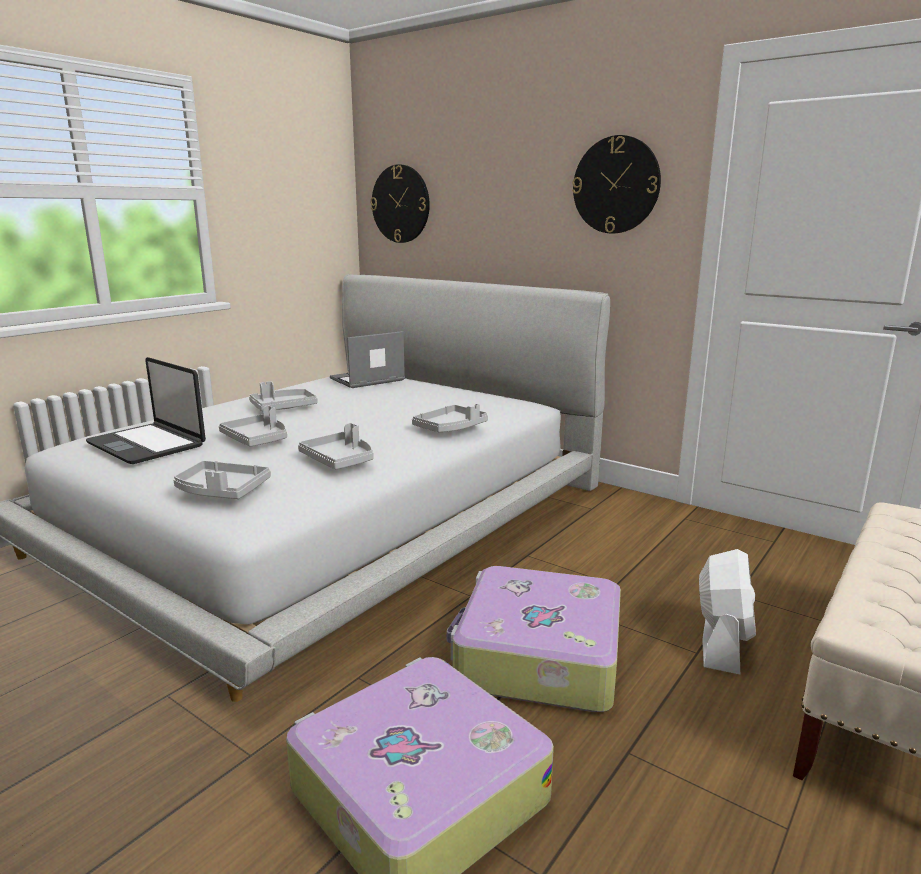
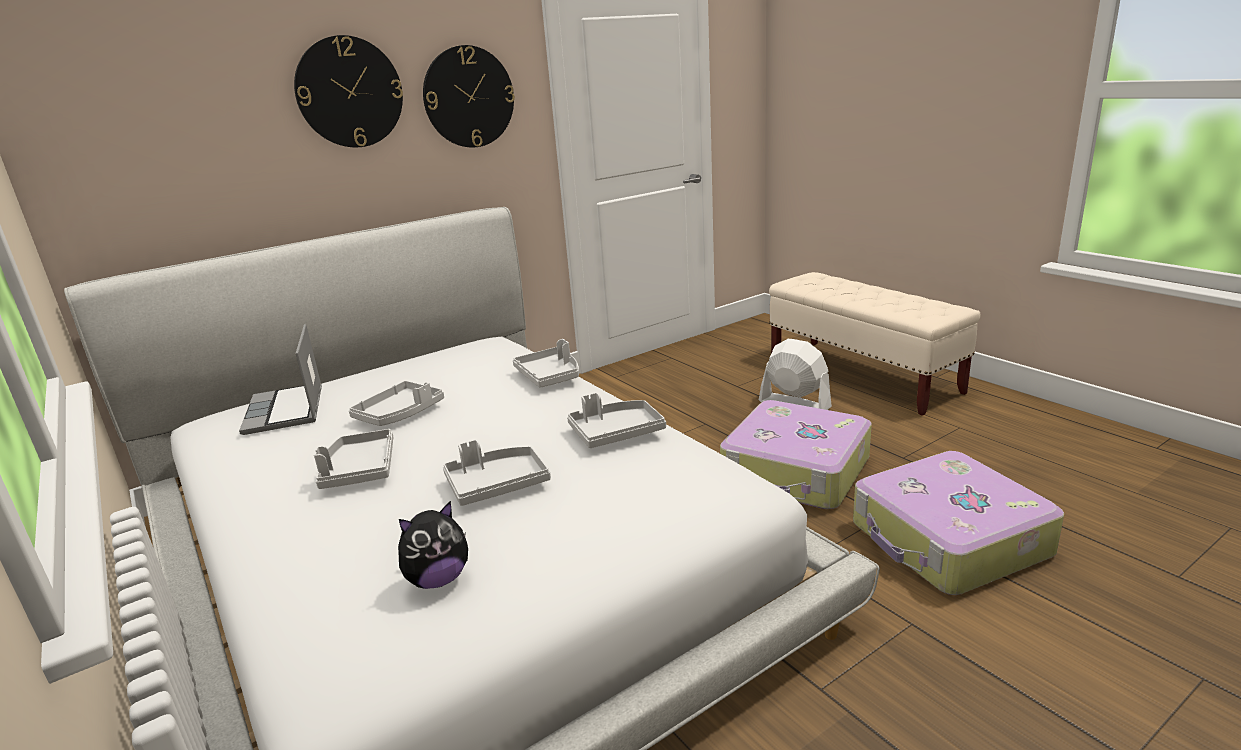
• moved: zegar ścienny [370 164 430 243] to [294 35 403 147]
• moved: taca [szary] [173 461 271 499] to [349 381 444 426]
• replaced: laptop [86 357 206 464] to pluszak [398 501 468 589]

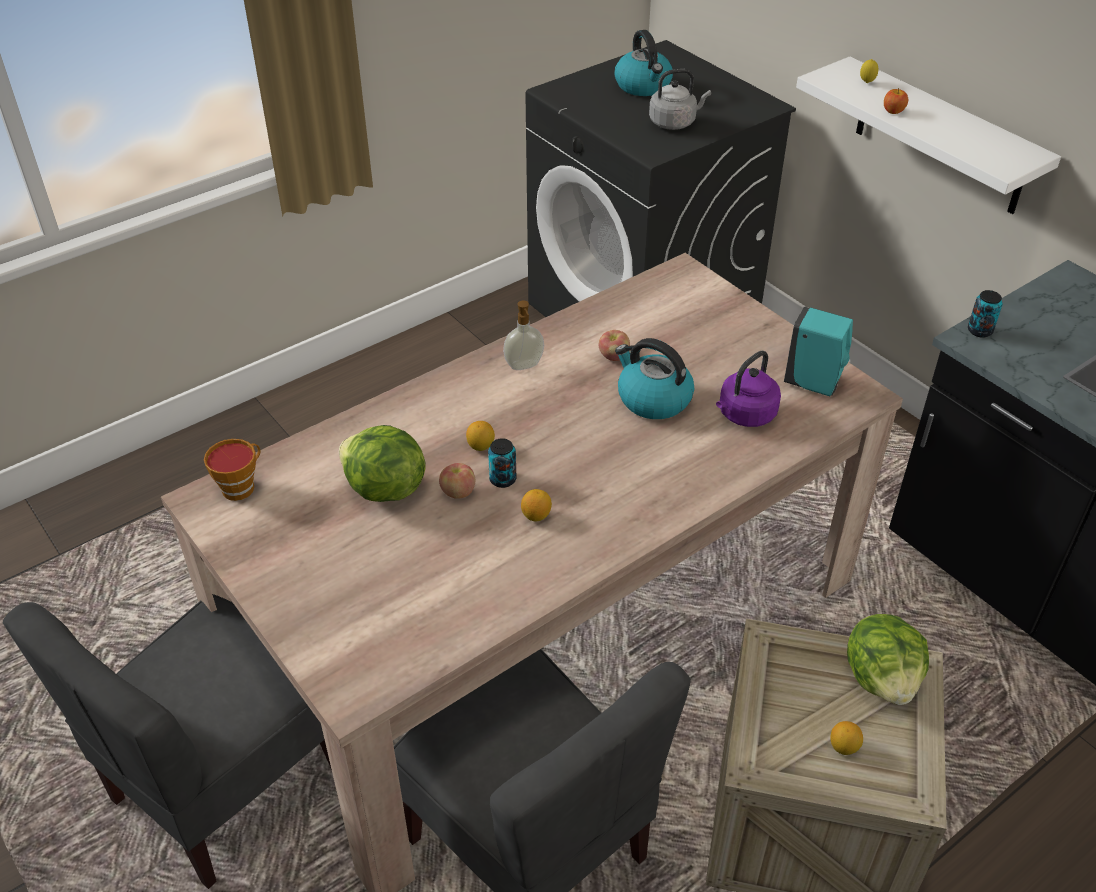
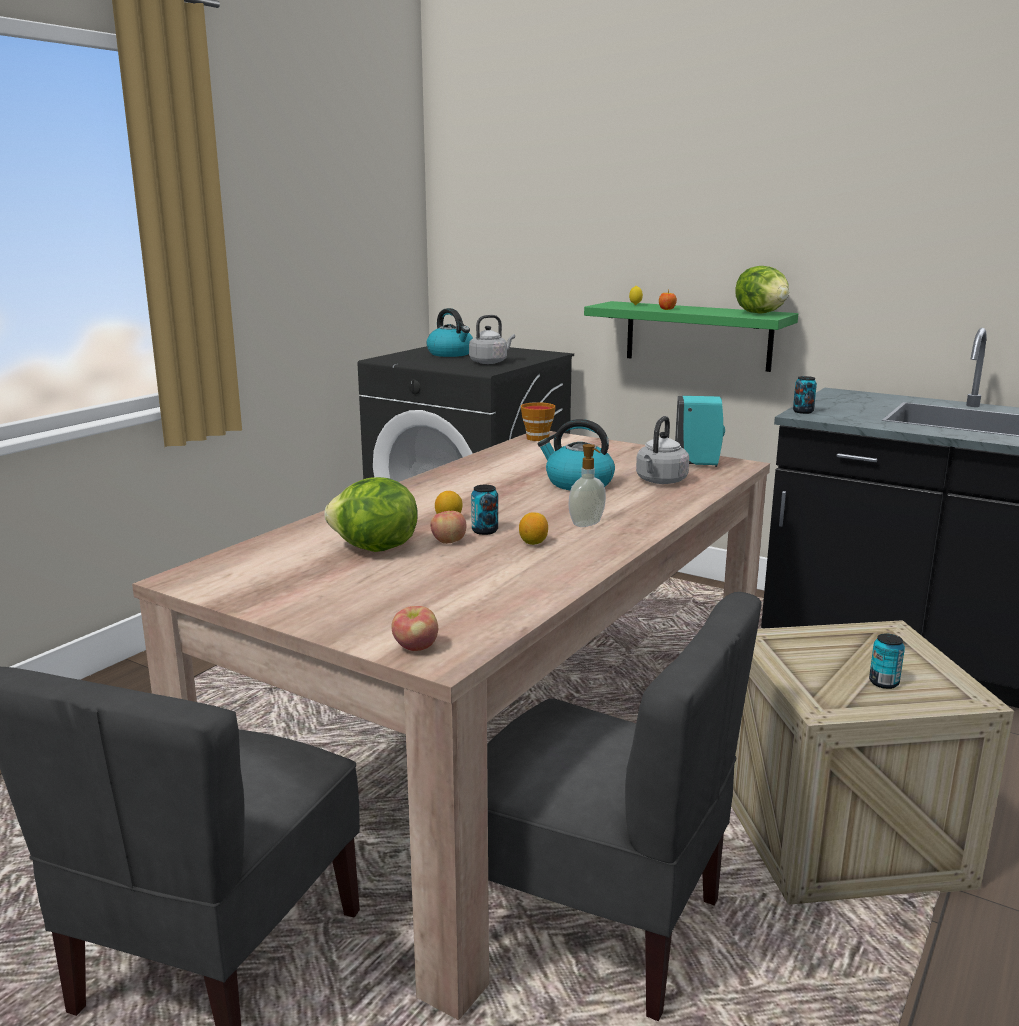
• moved: jabłko [599 330 630 361] to [391 606 438 651]
• moved: filiżanka [204 439 261 501] to [521 402 556 441]
• moved: dozownik mydła [503 300 544 370] to [568 444 606 527]
• recoloured: półka [biały] [796 56 1061 214] to półka [zielony] [584 301 798 372]
• recoloured: czajnik [fioletowy] [716 350 781 427] to czajnik [szary] [636 416 689 484]
• moved: sałata [847 614 929 705] to [735 266 789 313]
• replaced: cytryna [830 721 863 755] to puszka [869 633 905 689]

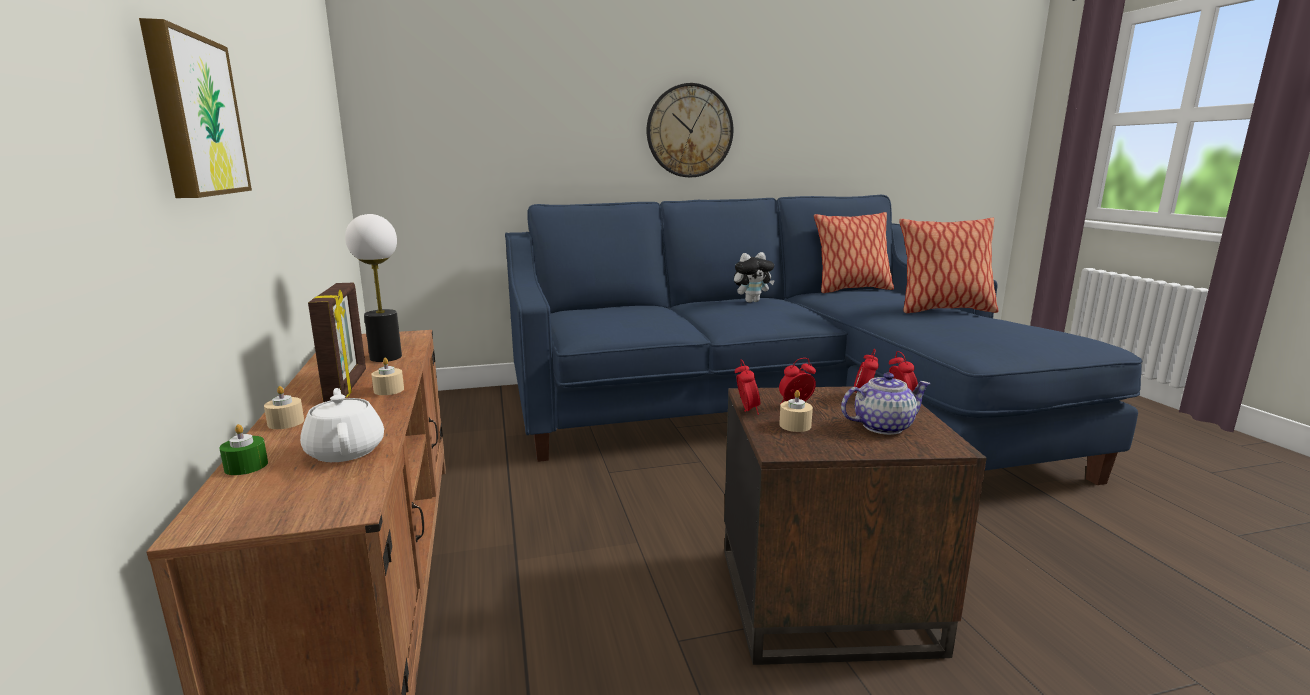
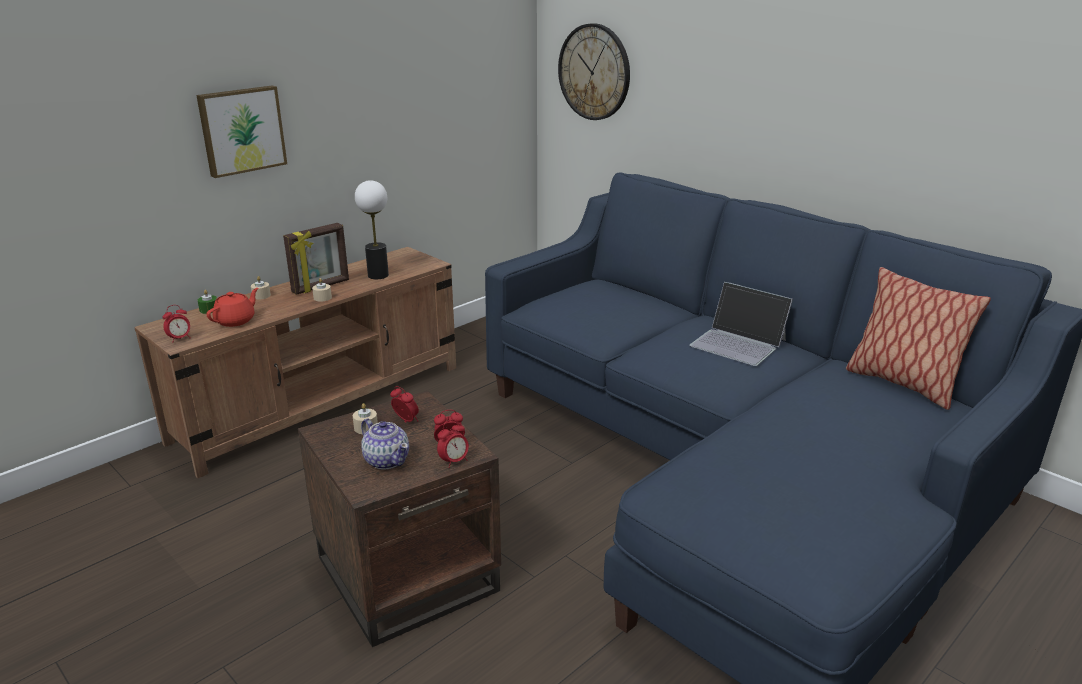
• moved: budzik [735 359 760 415] to [162 305 190 343]
• recoloured: imbryk [biały] [300 388 384 462] to imbryk [czerwony] [206 288 258 327]
• moved: zegar ścienny [647 83 734 178] to [558 23 630 120]
• replaced: pluszak [734 252 775 303] to laptop [689 282 793 366]
• removed: poduszka [899 218 999 313]

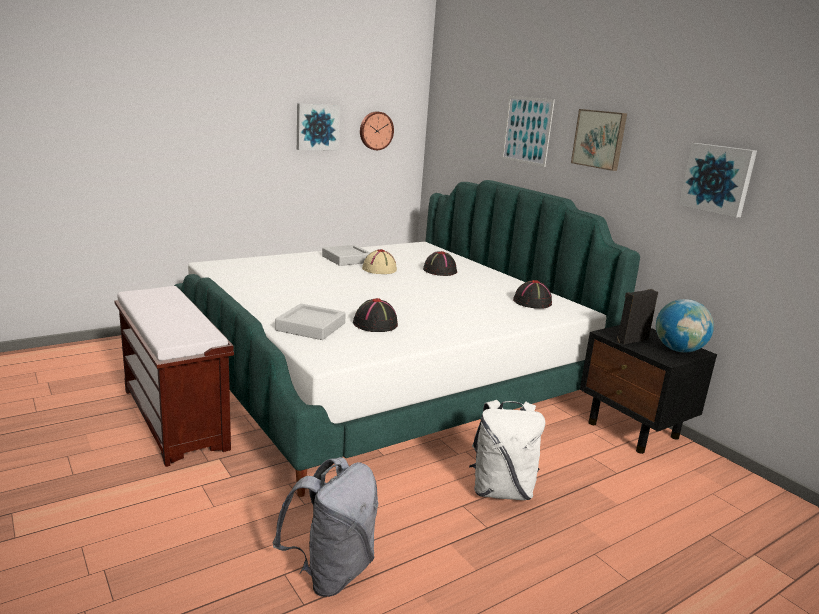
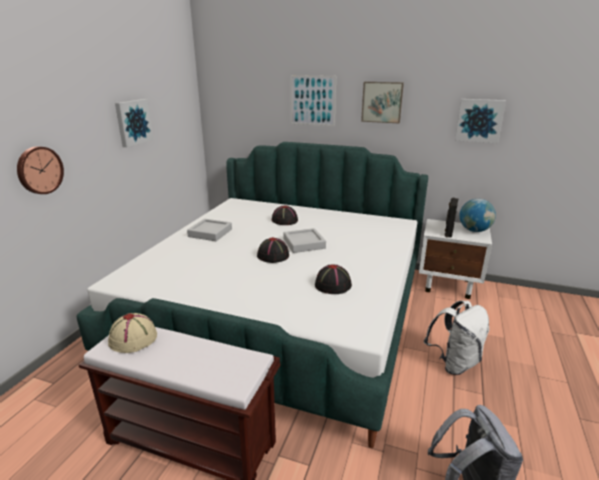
• moved: zegar ścienny [360 112 394 150] to [17 146 64 194]
• moved: kapelusz [beżowy] [362 249 397 274] to [108 313 157 353]
• moved: kapelusz [czarny] [513 280 552 309] to [257 237 289 263]
• moved: taca [szary] [275 304 346 340] to [284 228 326 253]
• recoloured: szafka nocna [czarny] [580 325 717 454] to szafka nocna [biały] [419 219 492 299]

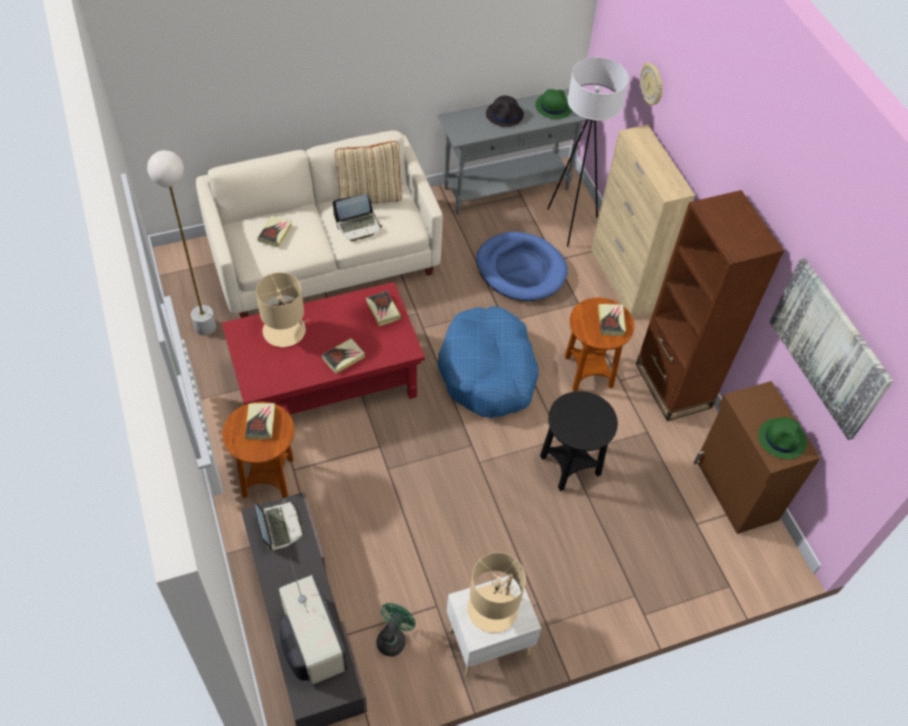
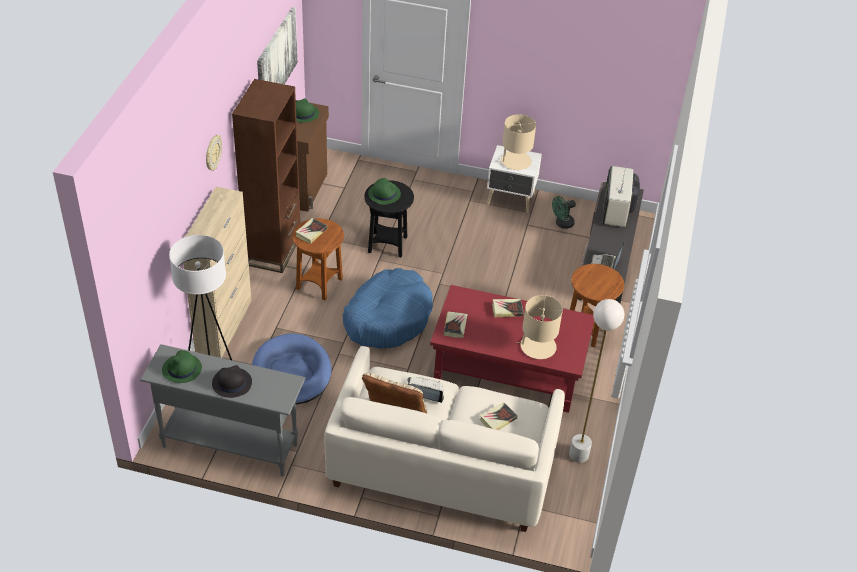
• moved: zegar ścienny [640 62 663 105] to [206 135 222 171]
• added: kapelusz [zielony] [368 178 401 205]
• removed: książka [245 403 275 439]

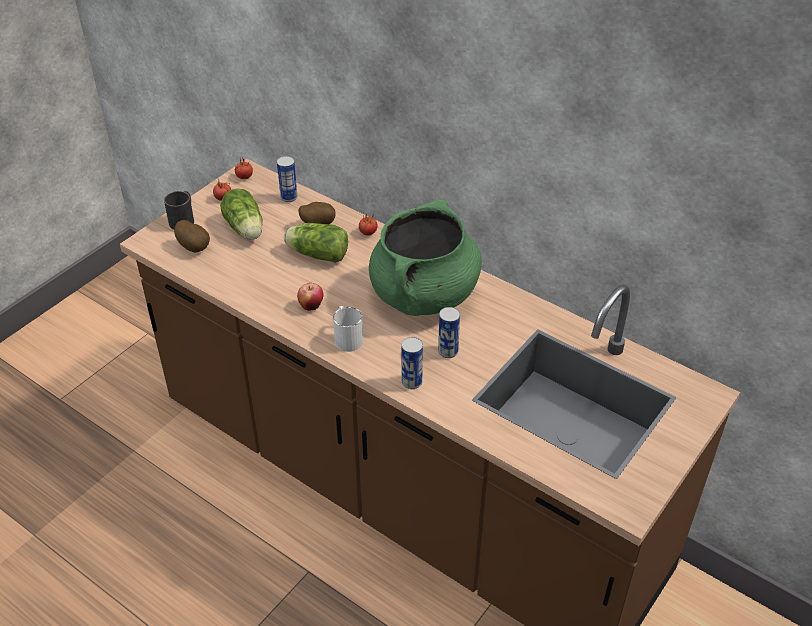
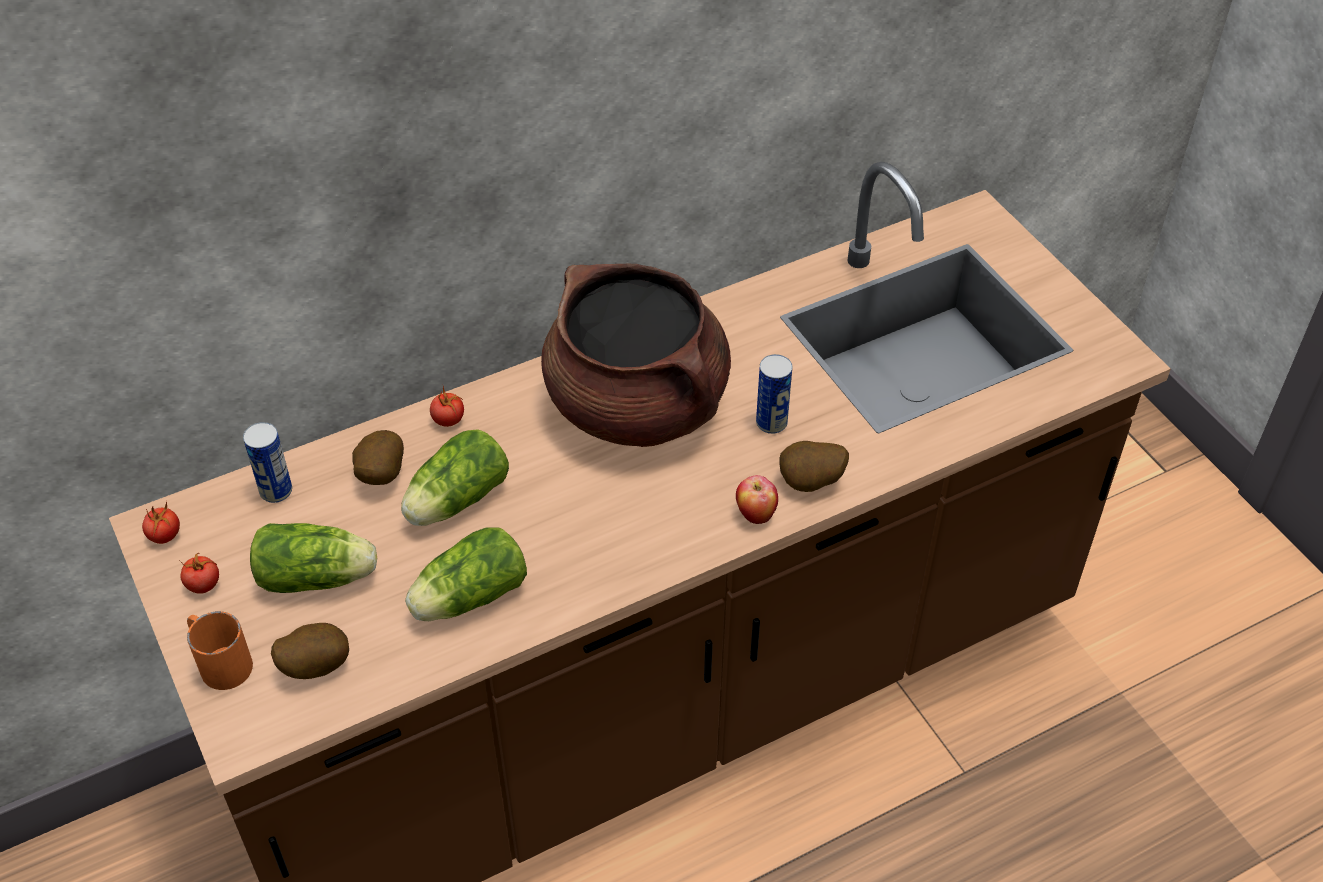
• recoloured: kubek [czarny] [164 191 194 230] to kubek [pomarańczowy] [187 611 253 690]
• added: sałata [405 527 527 621]
• recoloured: garnek [zielony] [369 199 482 316] to garnek [brązowy] [541 264 731 447]
• moved: jabłko [297 283 323 311] to [736 475 778 524]
• replaced: puszka [401 337 423 389] to ziemniak [779 441 849 492]
• removed: kubek [biały] [333 306 363 352]

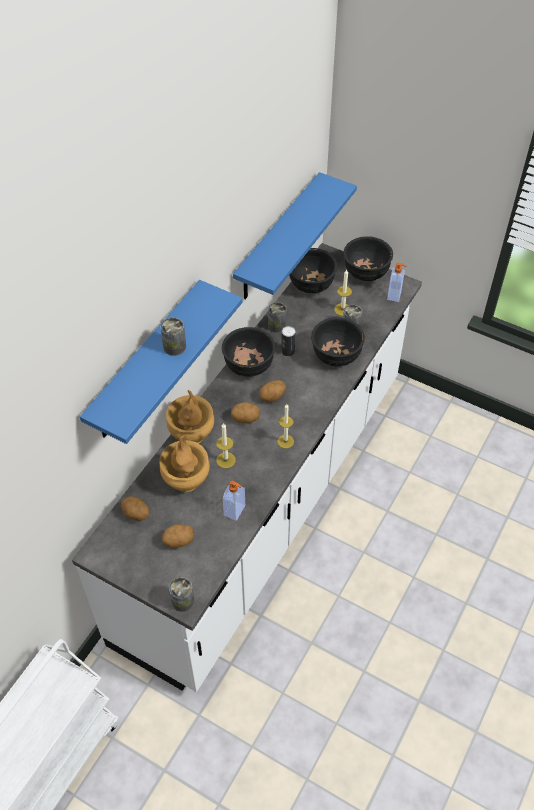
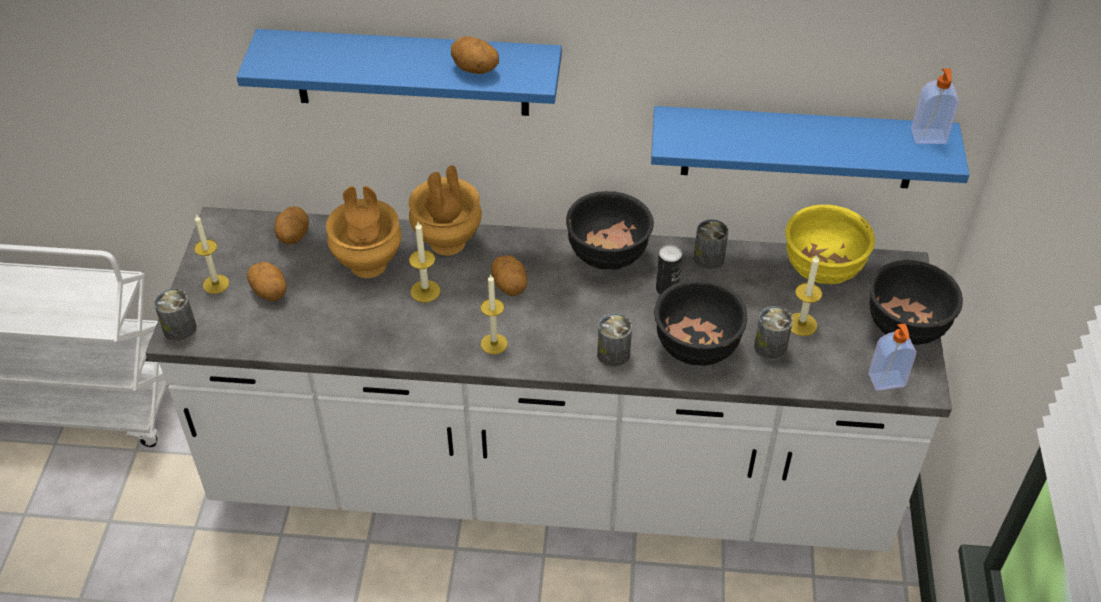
• added: świeca [194 214 229 294]
• moved: ziemniak [259 380 286 402] to [451 36 499 74]
• moved: puszka [161 318 186 356] to [597 314 632 368]
• recoloured: miska [czarny] [289 248 337 293] to miska [żółty] [785 205 875 284]
• moved: dozownik mydła [223 480 245 521] to [911 69 959 144]

